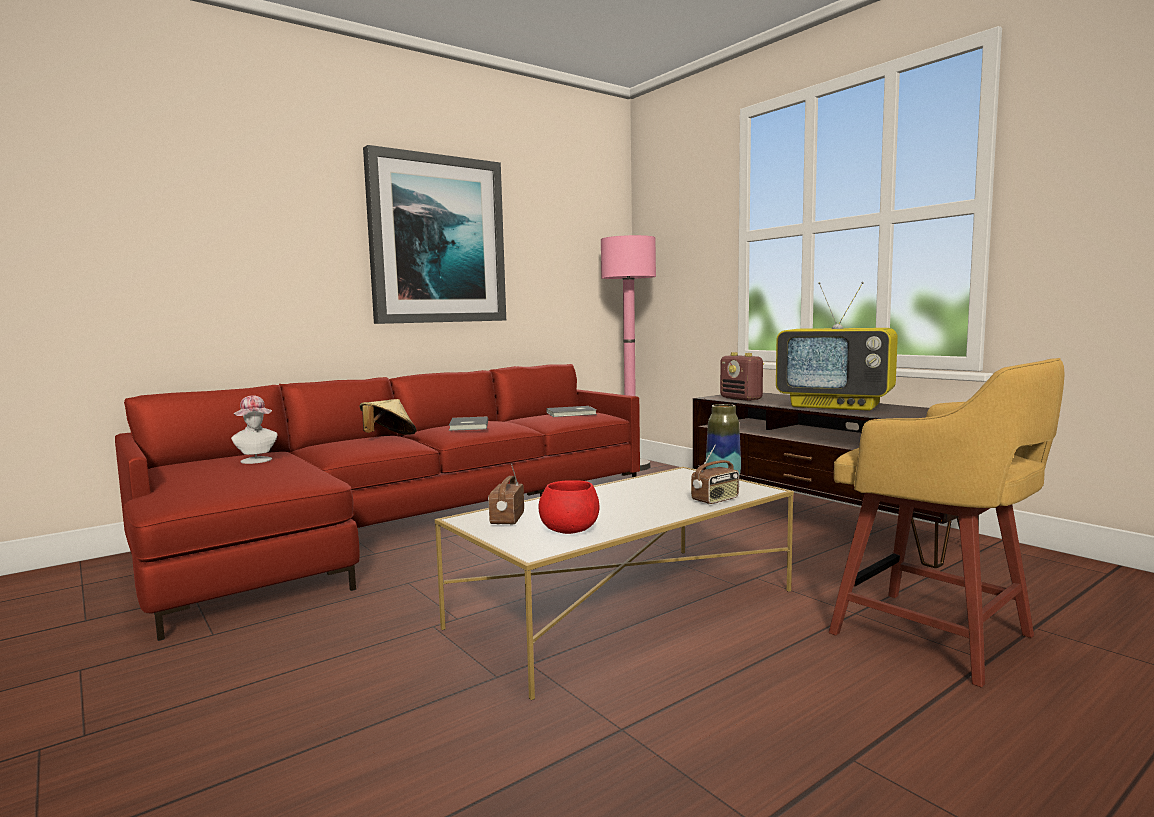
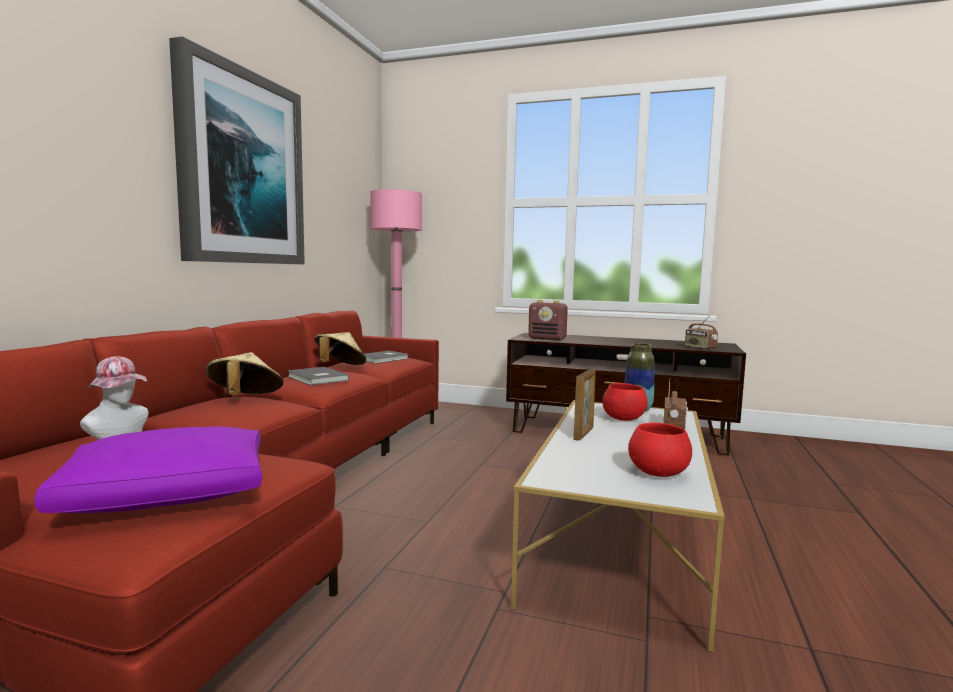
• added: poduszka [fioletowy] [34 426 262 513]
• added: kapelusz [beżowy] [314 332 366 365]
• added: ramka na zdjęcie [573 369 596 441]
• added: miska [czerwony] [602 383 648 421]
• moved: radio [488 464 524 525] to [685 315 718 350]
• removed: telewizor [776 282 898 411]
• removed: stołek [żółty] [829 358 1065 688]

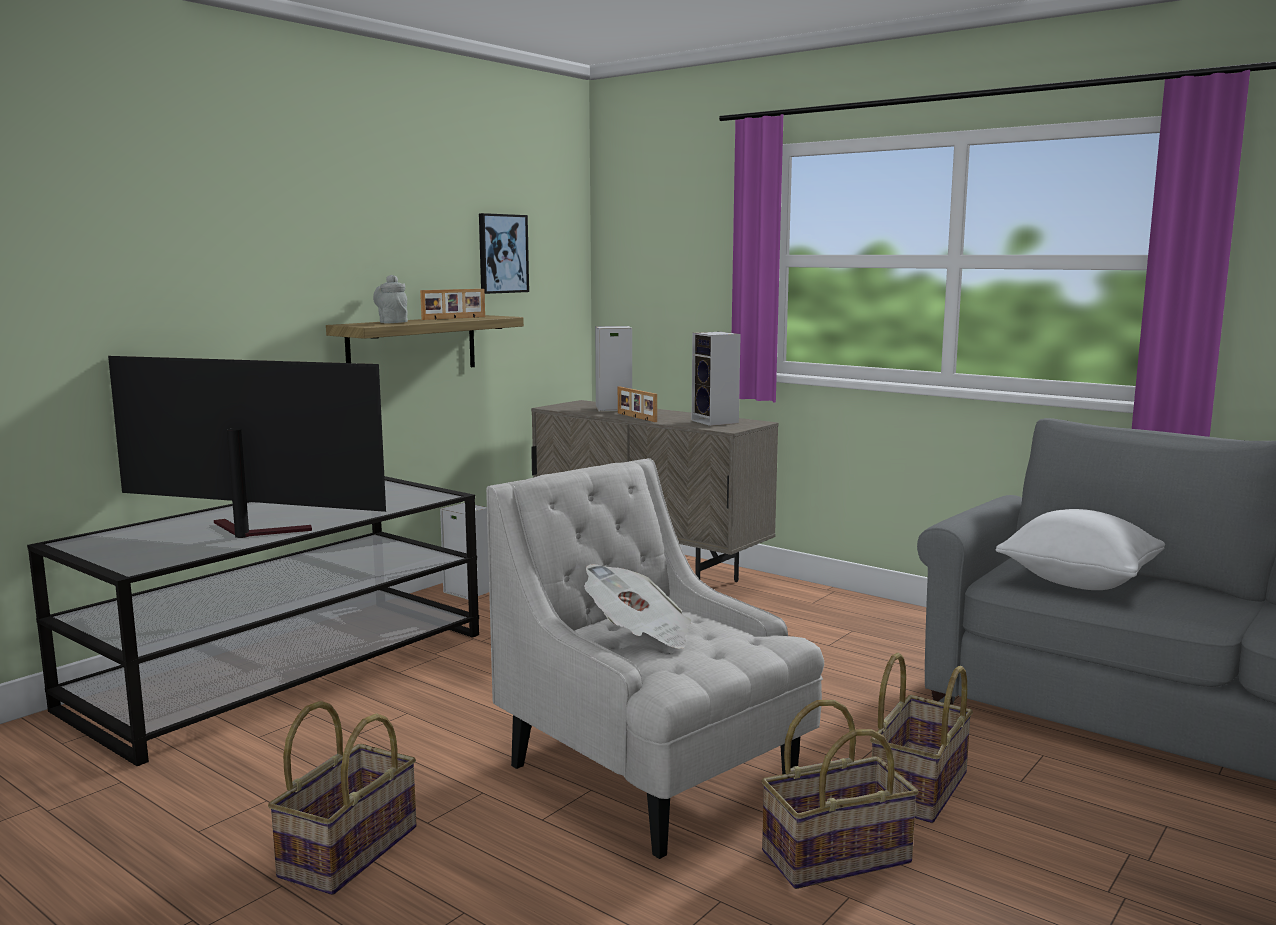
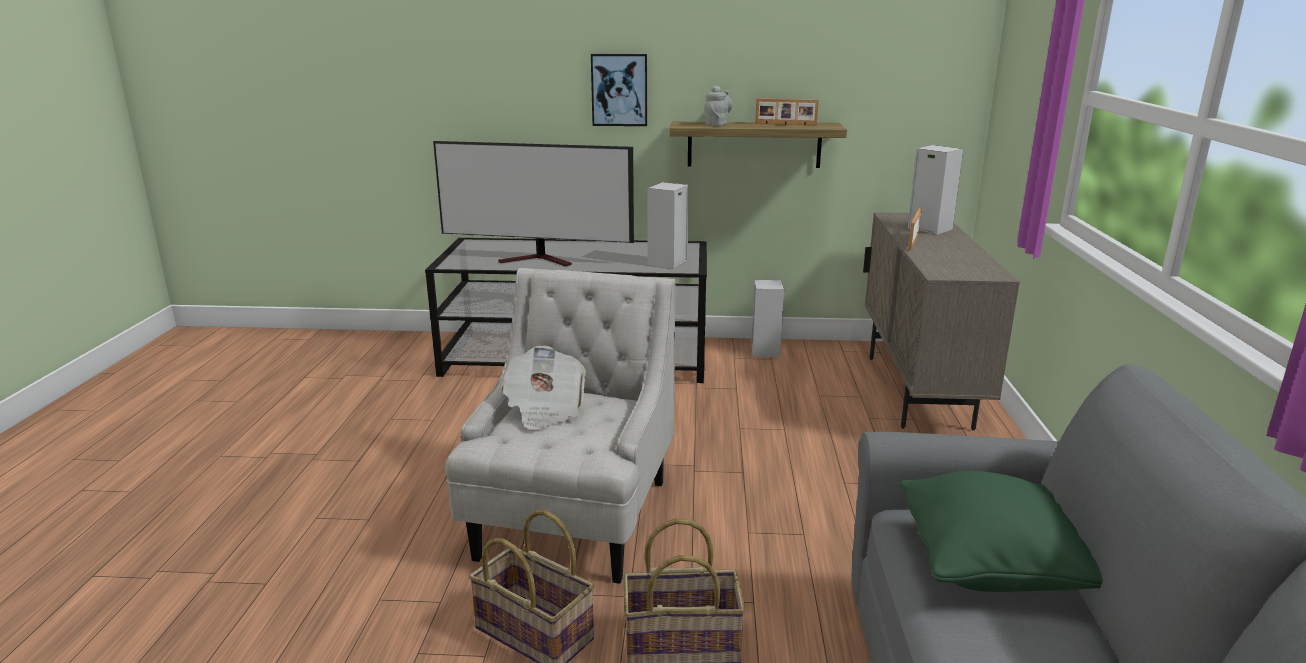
• turned: telewizor [108 356 386 538] = [433 141 634 267] 120 degrees clockwise
• moved: obraz [479 213 529 294] to [591 54 647 126]
• moved: głośnik [692 332 741 426] to [647 182 689 269]
• recoloured: poduszka [biały] [996 509 1165 590] to poduszka [zielony] [900 471 1103 592]
• removed: koszyk [268 701 417 895]

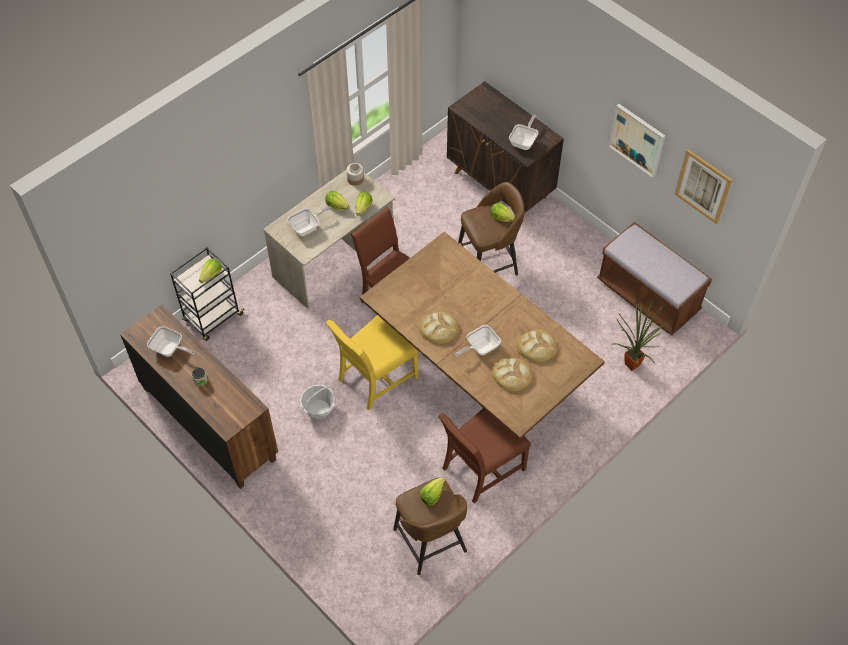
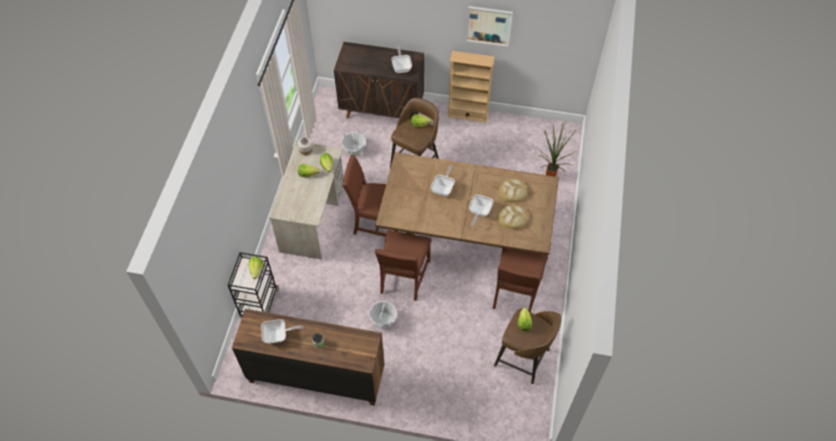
• added: koszyk [342 130 366 156]
• recoloured: krzesło [żółty] [326 315 418 410] to krzesło [brązowy] [375 230 431 301]
• moved: patelnia [287 206 331 236] to [431 165 455 196]
• added: regał [beżowy] [447 51 495 123]
• removed: chleb [419 311 459 344]
• removed: ławka [brązowy] [597 222 712 335]
• removed: obraz [674 149 732 224]

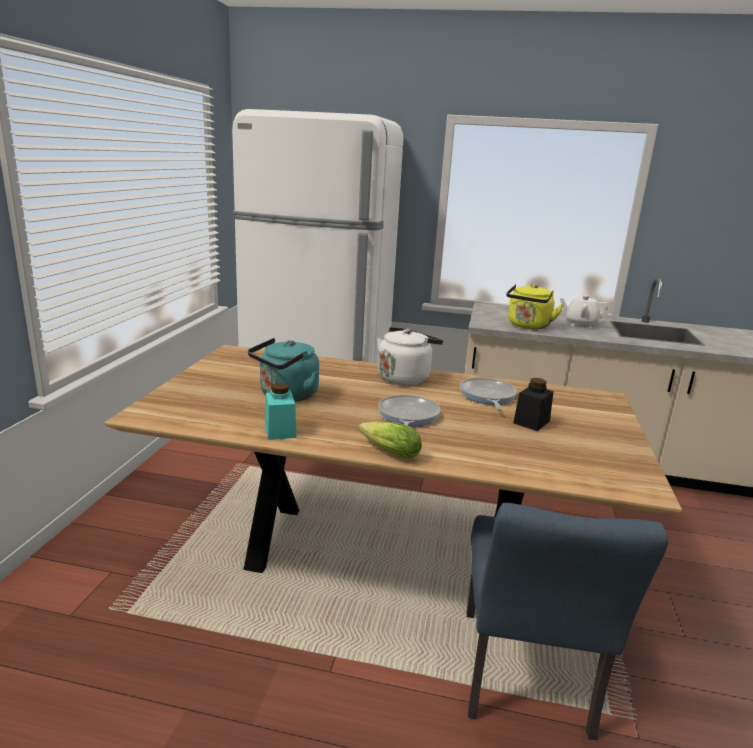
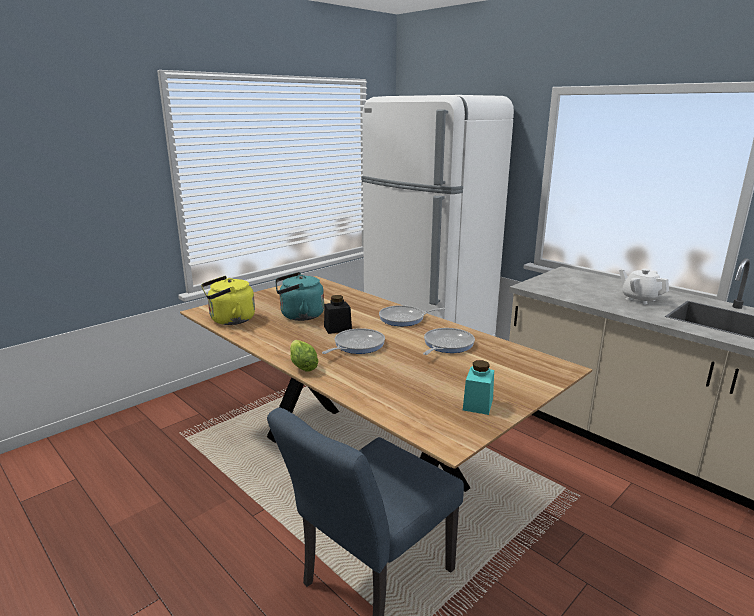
• moved: czajnik [żółty] [506 284 564 329] to [201 276 255 325]
• moved: słoik [czarny] [513 378 554 431] to [324 295 352 334]
• replaced: czajnik [biały] [377 327 443 385] to patelnia [379 305 445 326]
• moved: słoik [turkusowy] [265 383 296 440] to [463 360 494 415]

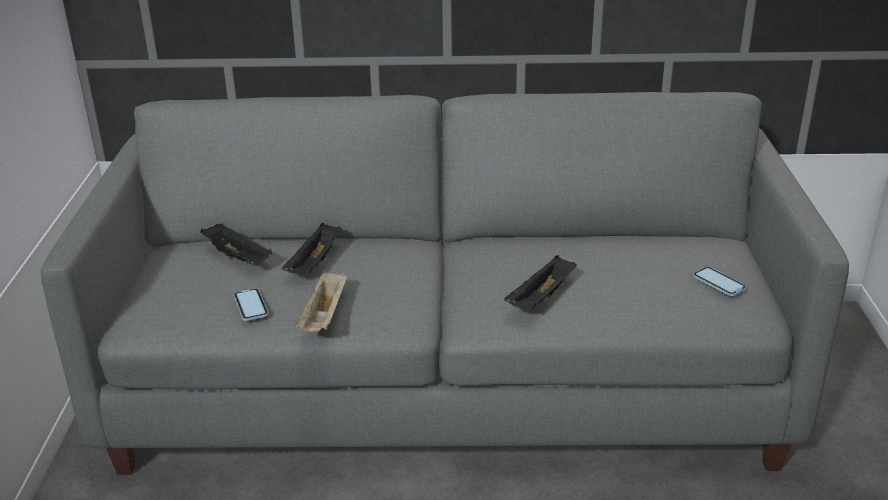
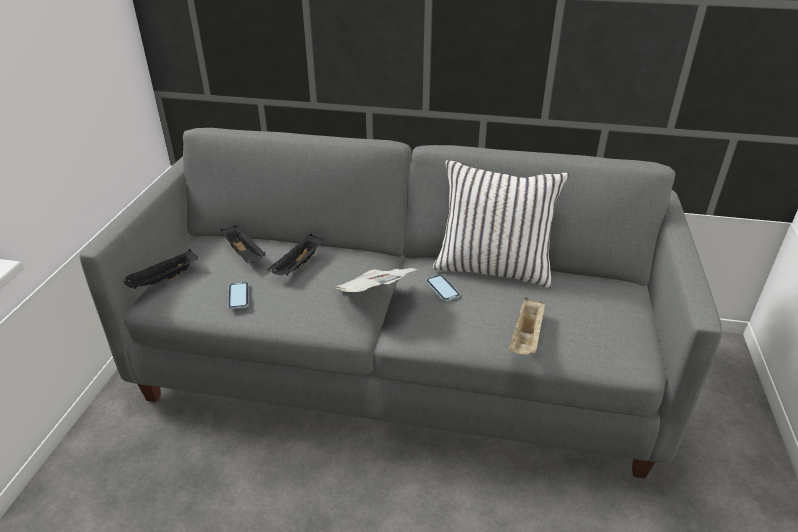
• moved: taca [czarny] [504 255 577 309] to [123 250 198 289]
• added: gazeta [335 268 416 292]
• moved: telefon [693 267 747 296] to [426 275 460 301]
• added: poduszka [biały] [433 160 569 288]
• moved: taca [beżowy] [295 271 347 332] to [508 297 545 355]

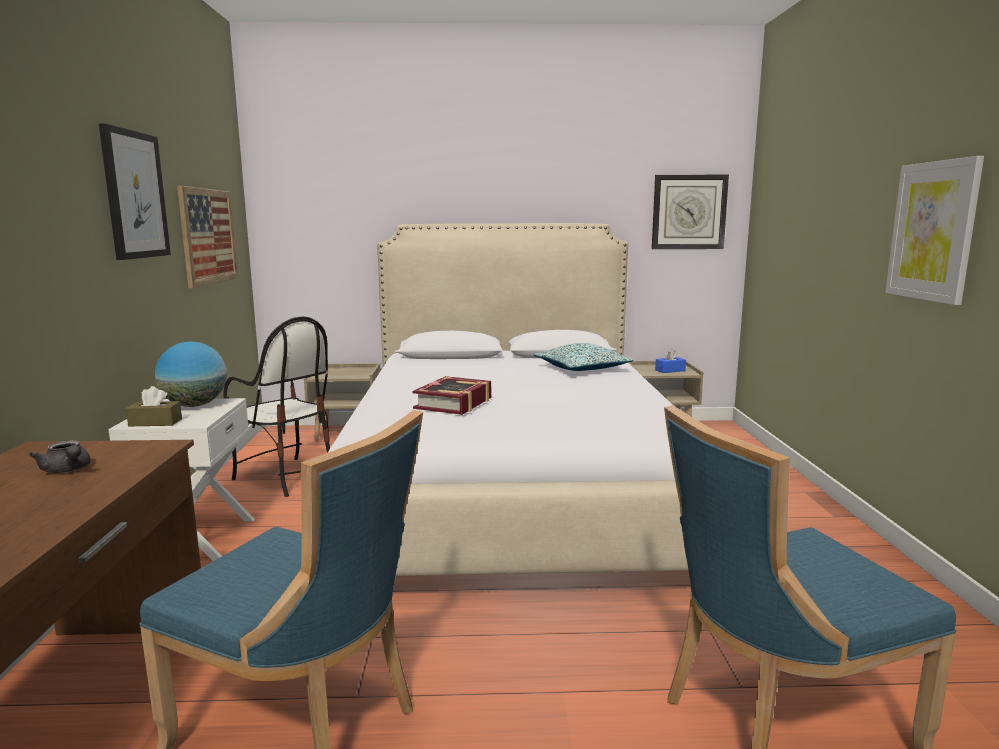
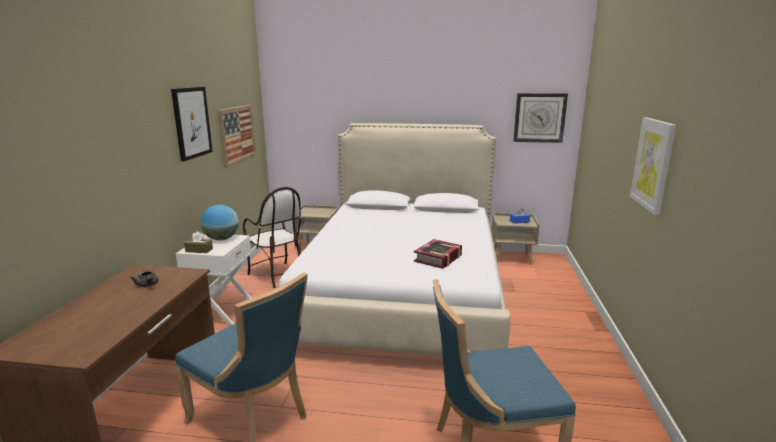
• moved: książka [412 376 491 415] to [414 239 462 269]
• removed: poduszka [534 343 633 371]

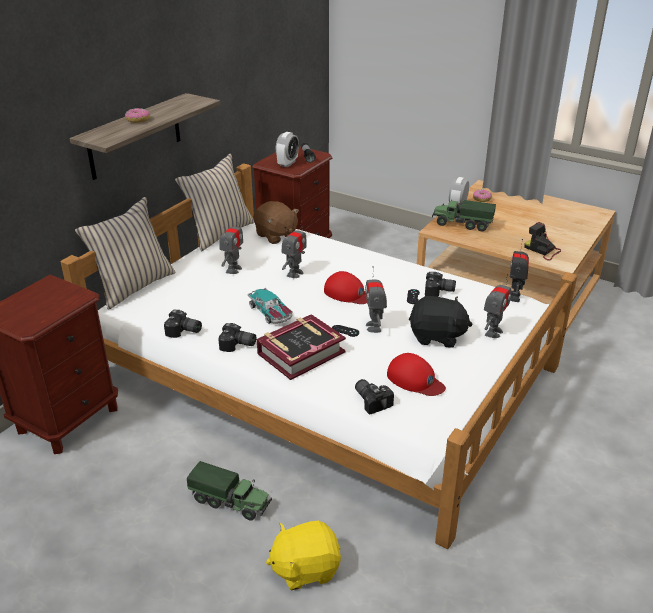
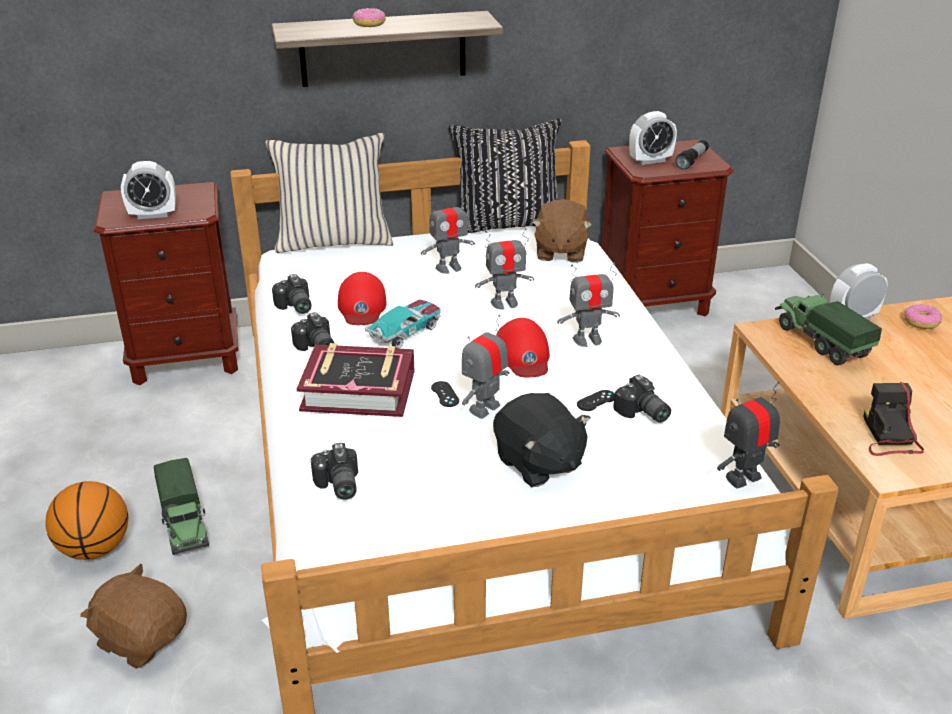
• added: piłka do koszykówki [45 481 128 560]
• recoloured: pluszak [żółty] [266 521 341 590] to pluszak [brązowy] [80 563 187 669]
• added: budzik [121 161 176 219]
• turned: aparat fotograficzny [355 379 394 415] = [311 443 358 500] 150 degrees clockwise
• moved: czapka z daszkiem [czerwony] [387 353 446 396] to [338 272 386 325]
• turned: samochodzik [248 288 293 324] = [365 299 441 349] 150 degrees counterclockwise
• recoloured: poduszka [beżowy] [175 154 255 251] to poduszka [czarny] [449 118 562 233]
• moved: robot zabawkowy [484 274 511 338] to [557 262 620 347]

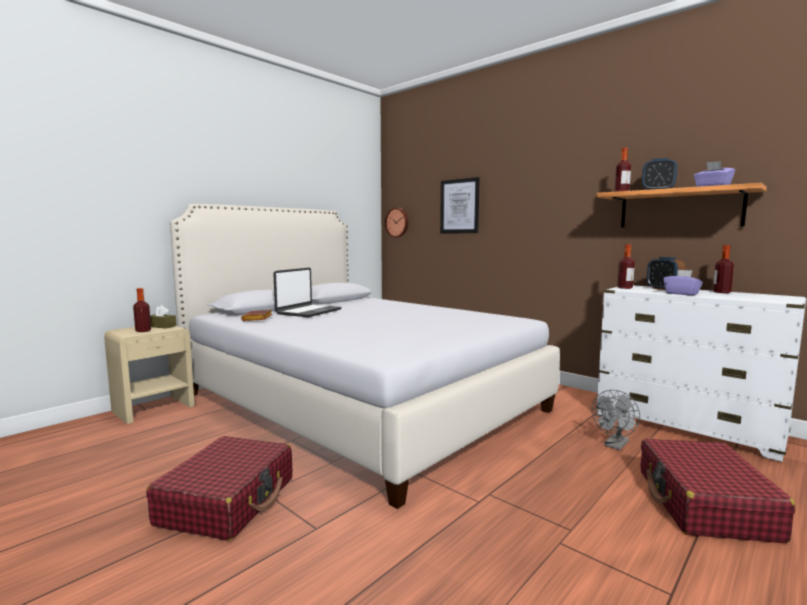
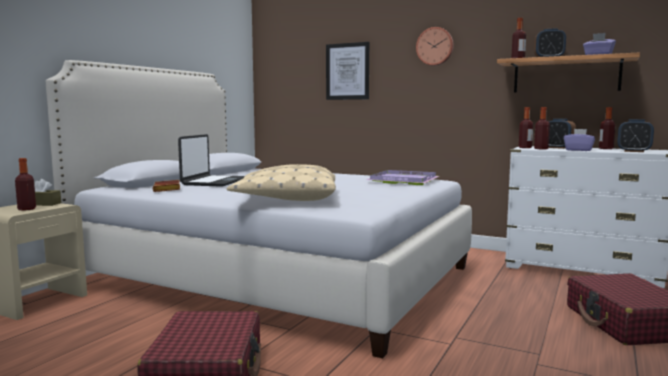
• added: poduszka [beżowy] [226 164 336 201]
• added: taca [fioletowy] [366 170 439 185]
• moved: zegar ścienny [385 208 409 237] to [416 27 453 66]
• added: butelka [534 107 550 149]
• added: budzik [617 119 654 152]
• removed: wentylator [szary] [592 390 640 450]

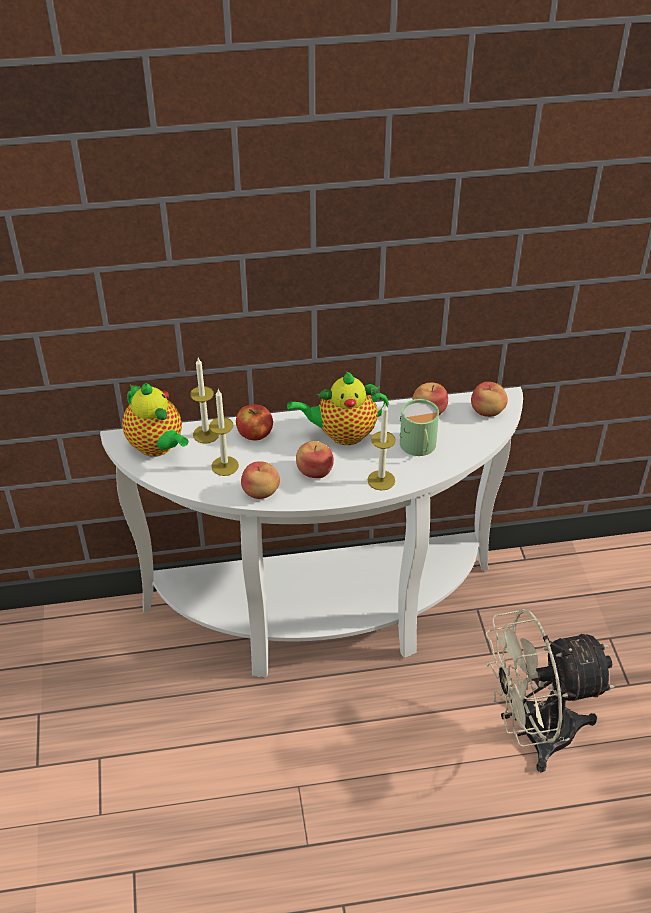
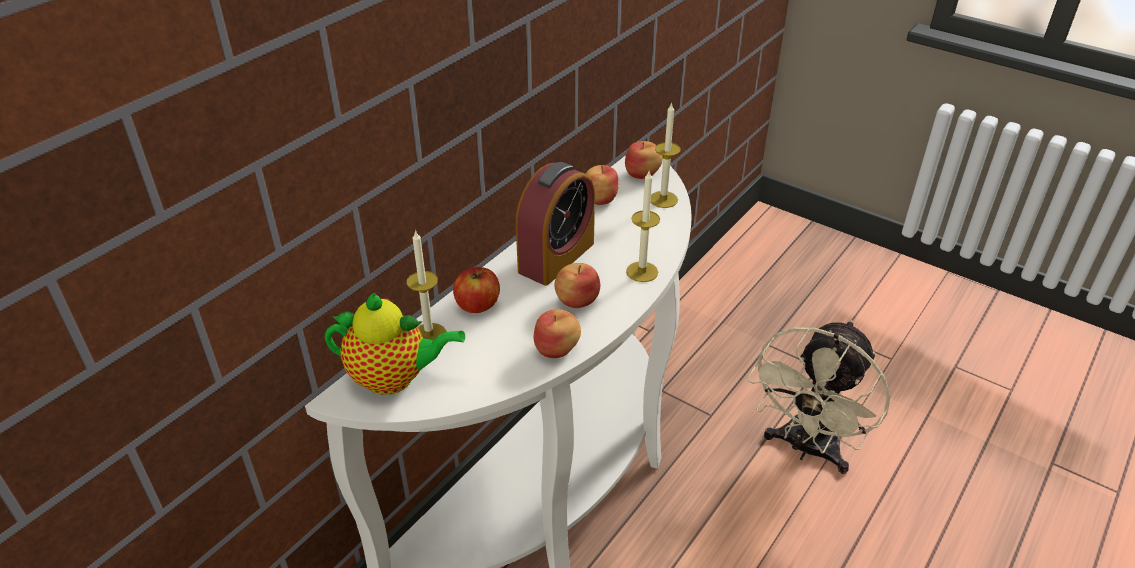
• replaced: imbryk [287 371 389 445] to budzik [516 162 595 285]
• moved: świeca [209 390 239 476] to [651 102 681 208]
• removed: kubek [zielony] [400 399 439 456]

